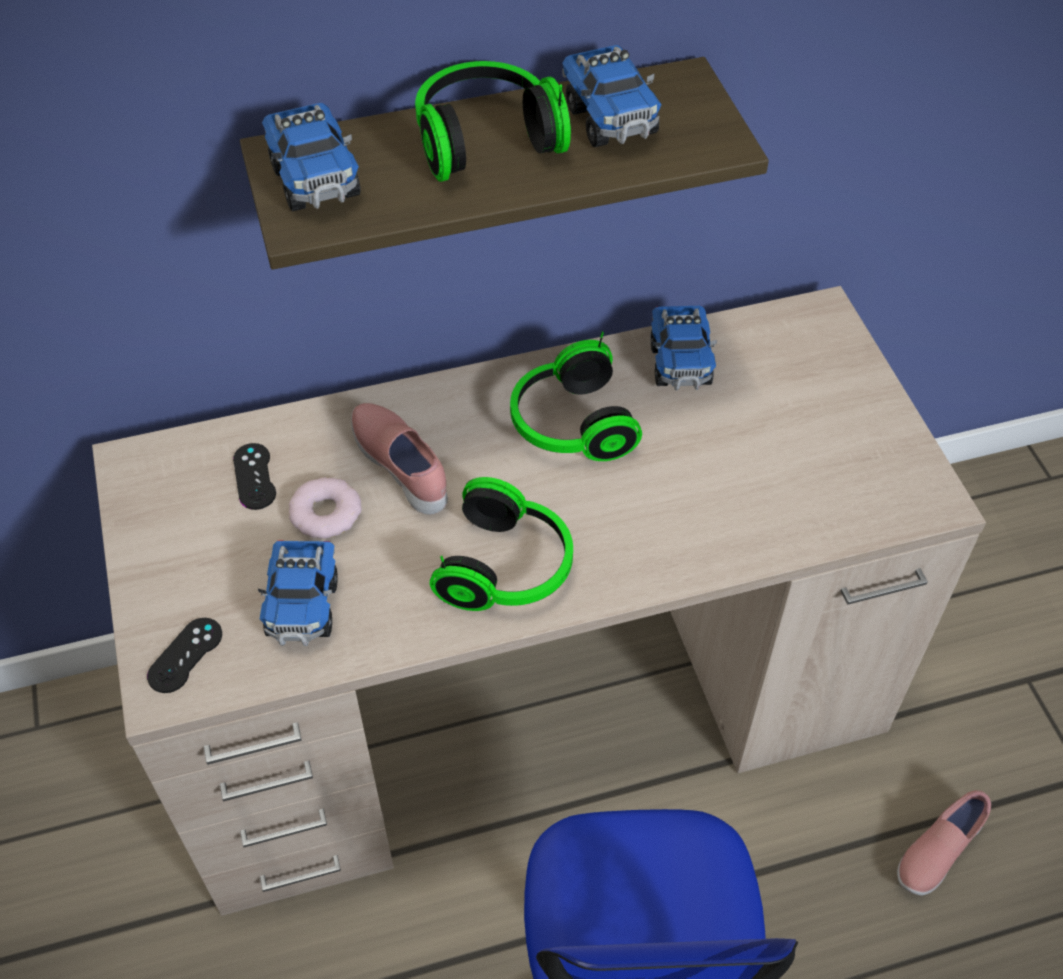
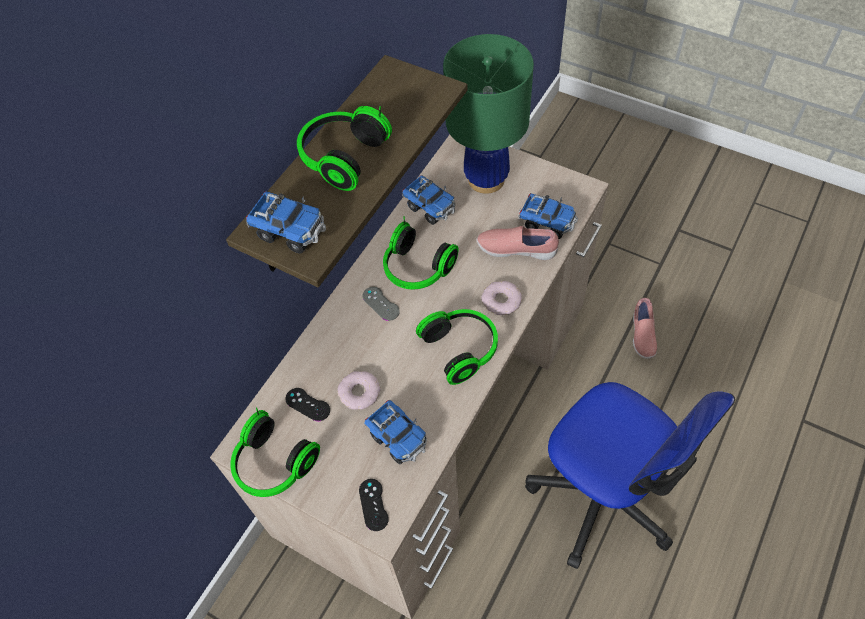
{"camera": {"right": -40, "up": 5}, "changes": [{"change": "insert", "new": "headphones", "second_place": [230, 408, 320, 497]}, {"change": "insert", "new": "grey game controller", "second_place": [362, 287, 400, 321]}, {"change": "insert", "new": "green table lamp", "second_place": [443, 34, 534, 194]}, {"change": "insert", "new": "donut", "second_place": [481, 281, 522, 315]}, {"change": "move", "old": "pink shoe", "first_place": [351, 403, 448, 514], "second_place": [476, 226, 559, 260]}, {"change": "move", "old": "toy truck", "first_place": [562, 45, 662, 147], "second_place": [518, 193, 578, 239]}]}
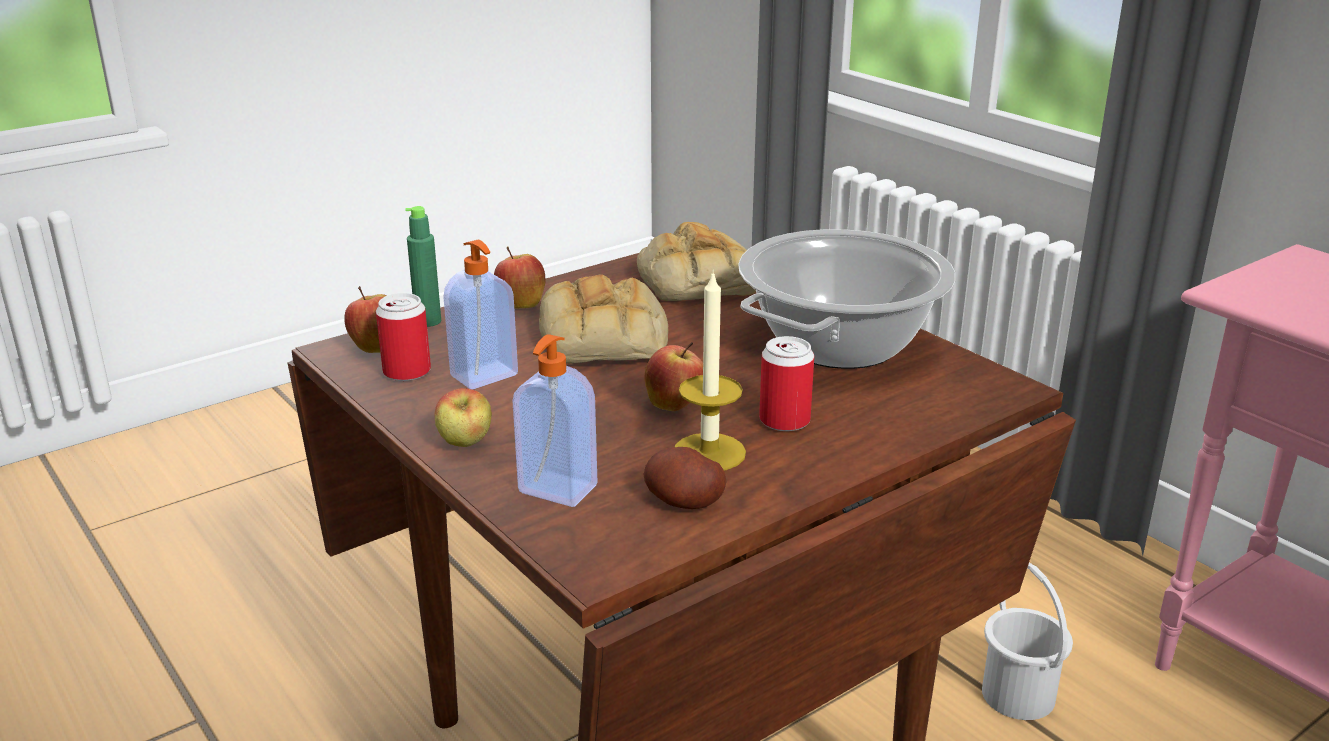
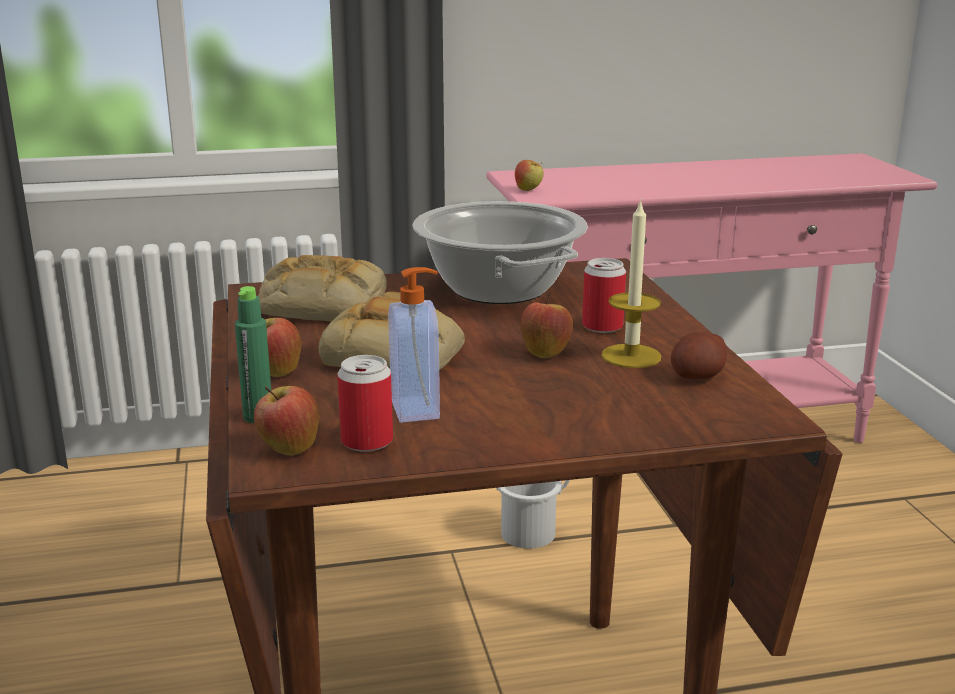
{"camera": {"right": -65, "up": -5}, "changes": [{"change": "delete", "old": "soap dispenser", "first_place": [512, 334, 598, 507]}, {"change": "move", "old": "apple", "first_place": [435, 388, 492, 447], "second_place": [515, 160, 544, 191]}]}
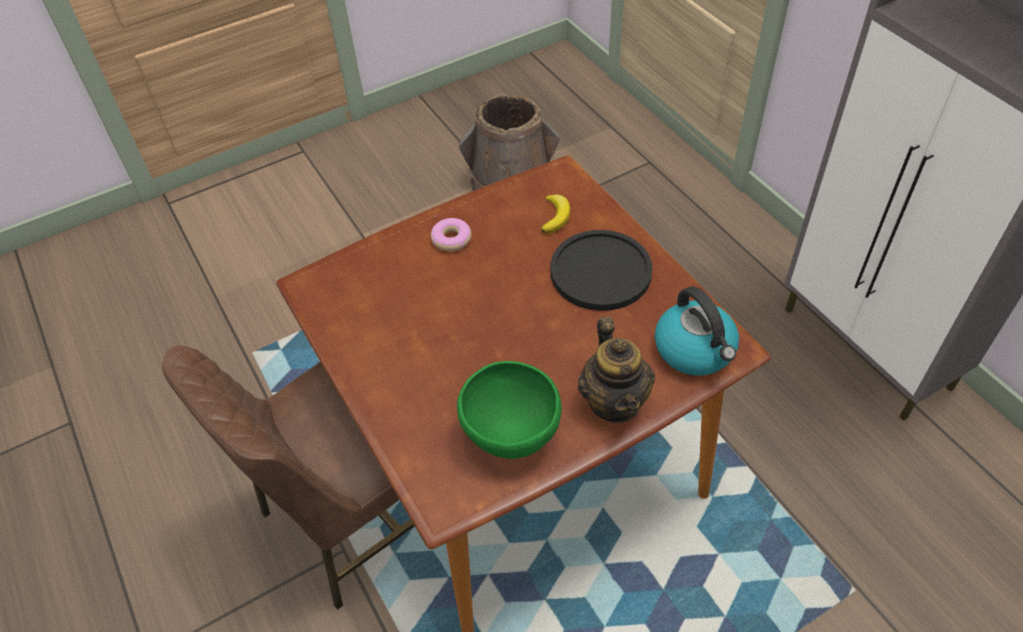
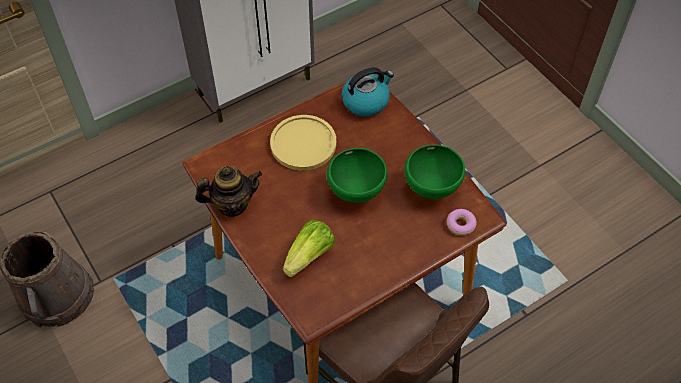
{"camera": {"right": -95, "up": 5}, "changes": [{"change": "delete", "old": "banana", "first_place": [541, 195, 570, 234]}, {"change": "insert", "new": "lettuce", "second_place": [283, 220, 335, 277]}, {"change": "insert", "new": "green bowl", "second_place": [327, 148, 388, 203]}, {"change": "move", "old": "donut", "first_place": [431, 218, 472, 251], "second_place": [447, 209, 477, 236]}, {"change": "move", "old": "teapot", "first_place": [578, 316, 655, 423], "second_place": [195, 166, 262, 217]}, {"change": "recolor", "old": "black plate", "new": "yellow plate", "first_place": [550, 230, 653, 311], "second_place": [270, 115, 336, 171]}]}
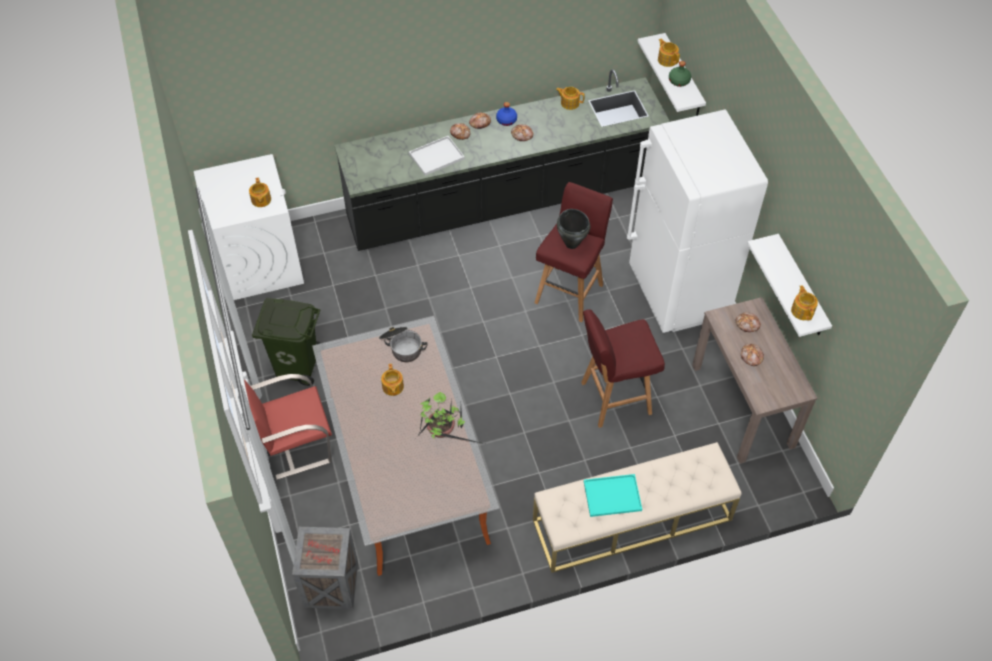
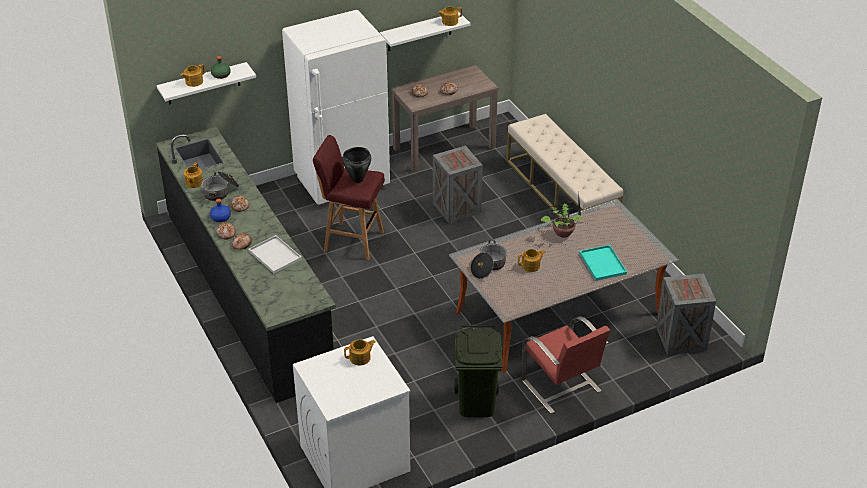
{"camera": {"right": -100, "up": -15}, "changes": [{"change": "insert", "new": "cooking pot", "second_place": [201, 171, 239, 201]}, {"change": "move", "old": "turquoise tray", "first_place": [584, 474, 642, 517], "second_place": [579, 245, 627, 281]}, {"change": "replace", "old": "red stool", "new": "crate", "first_place": [581, 309, 665, 428], "second_place": [433, 146, 483, 223]}]}
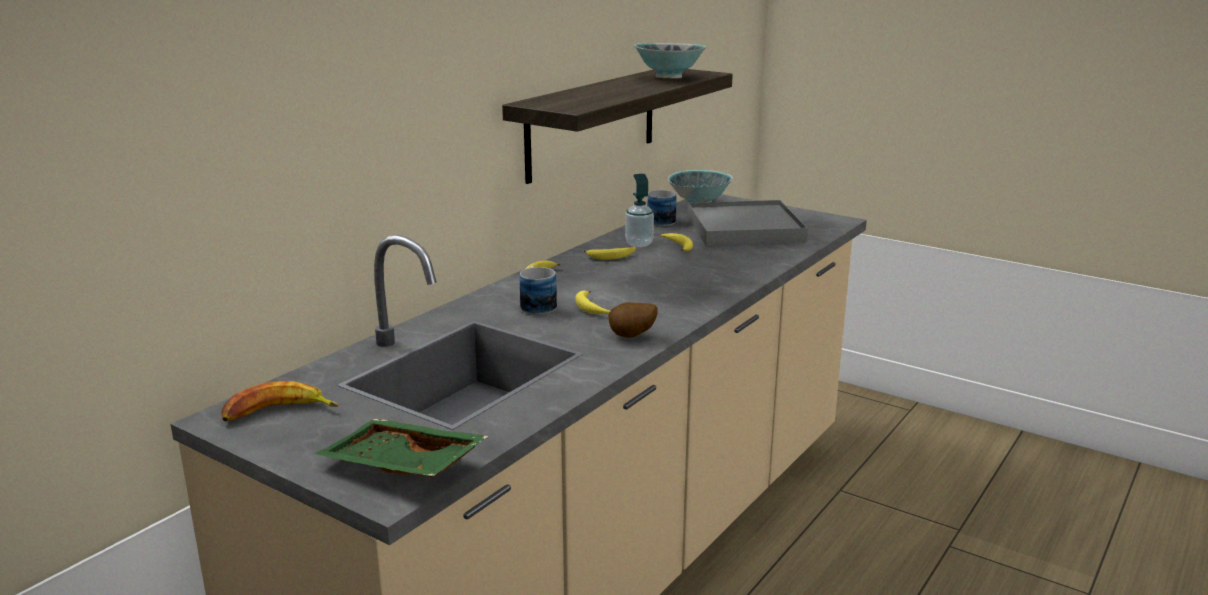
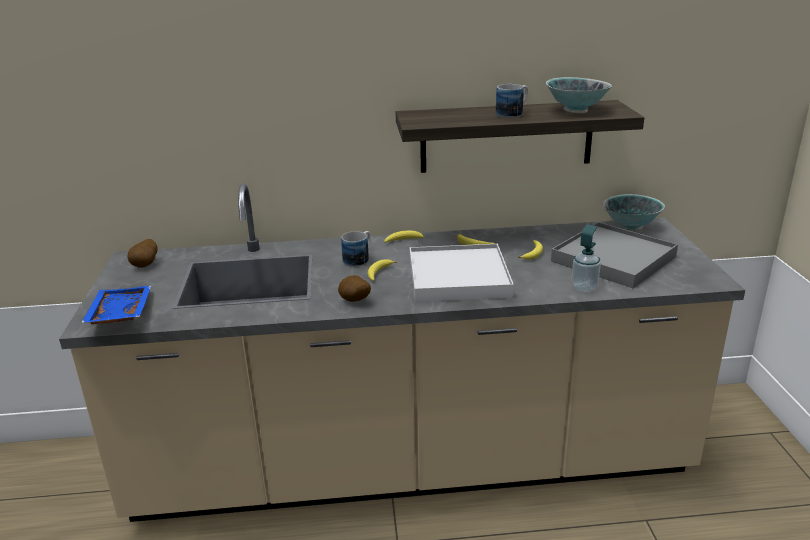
{"camera": {"right": 50, "up": 5}, "changes": [{"change": "insert", "new": "white tray", "second_place": [410, 244, 514, 302]}, {"change": "move", "old": "soap dispenser", "first_place": [625, 174, 654, 247], "second_place": [571, 224, 601, 292]}, {"change": "move", "old": "mug", "first_place": [648, 190, 676, 226], "second_place": [496, 84, 528, 118]}, {"change": "replace", "old": "banana", "new": "potato", "first_place": [221, 381, 338, 421], "second_place": [128, 239, 157, 268]}, {"change": "recolor", "old": "green tray", "new": "blue tray", "first_place": [314, 419, 488, 477], "second_place": [81, 286, 151, 324]}]}
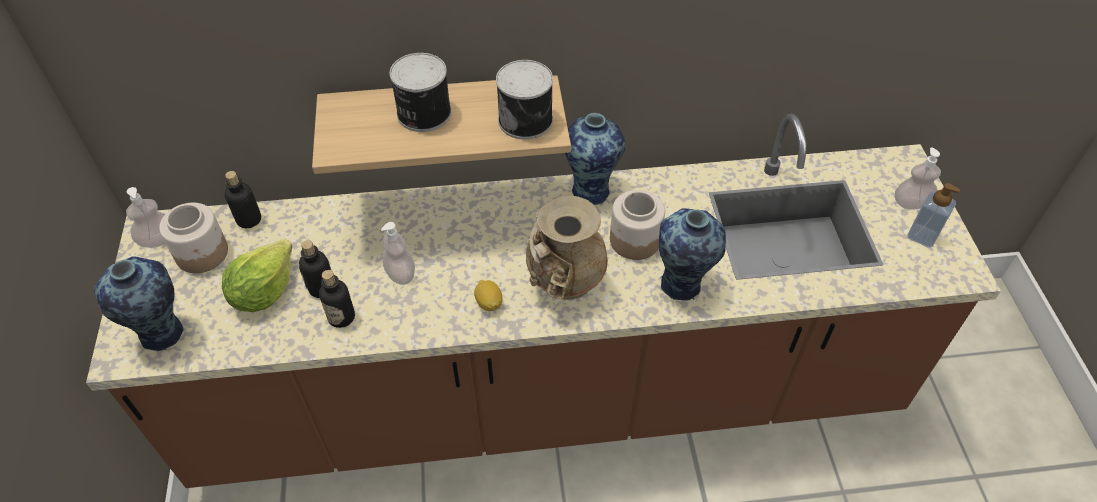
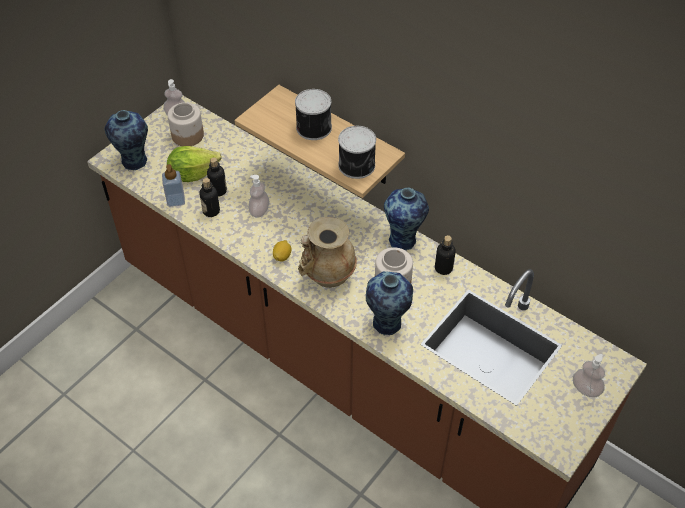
{"camera": {"right": 45, "up": 0}, "changes": [{"change": "move", "old": "bottle", "first_place": [225, 171, 261, 228], "second_place": [435, 235, 456, 275]}, {"change": "move", "old": "soap dispenser", "first_place": [907, 183, 960, 248], "second_place": [162, 164, 185, 207]}]}
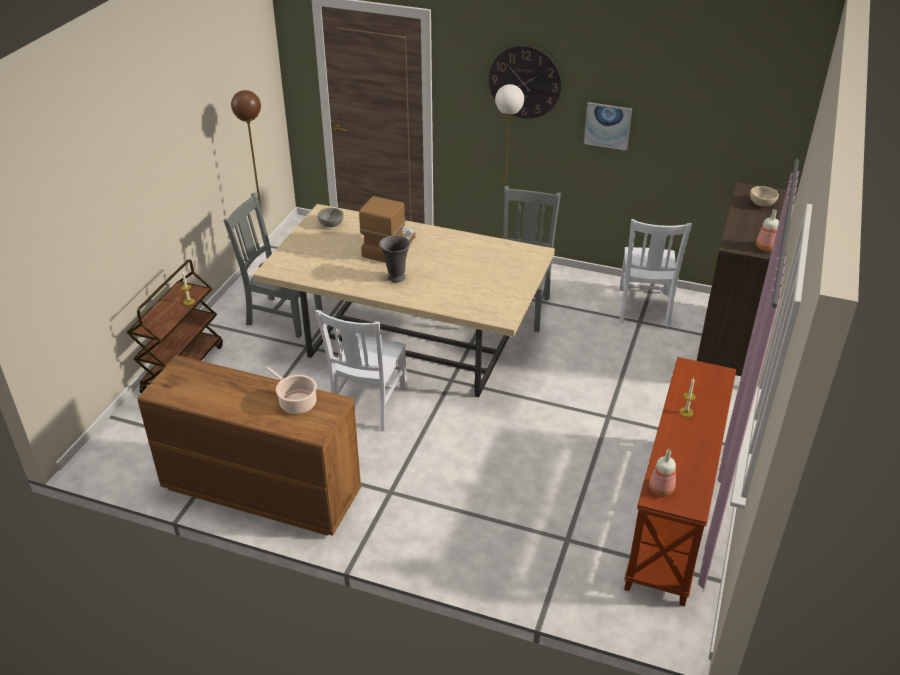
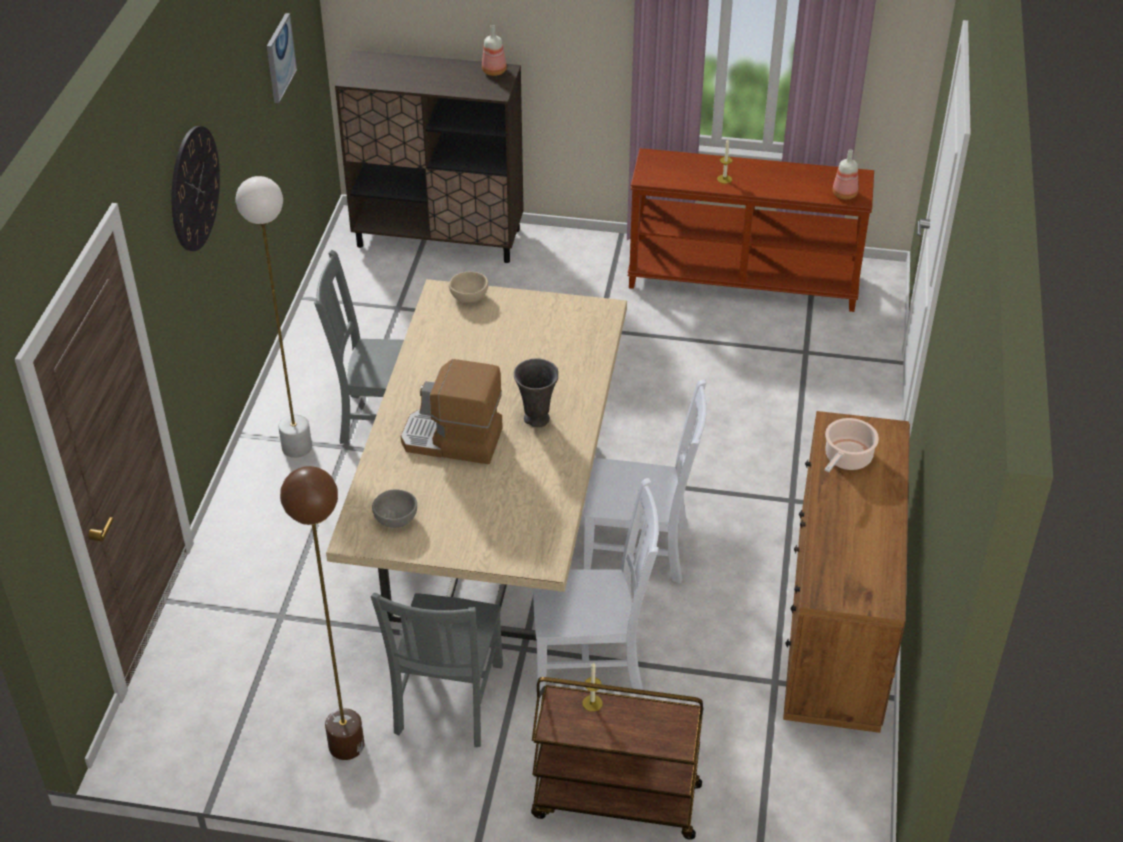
{"camera": {"right": -100, "up": 5}, "changes": [{"change": "move", "old": "picture", "first_place": [584, 102, 632, 151], "second_place": [267, 13, 297, 103]}, {"change": "move", "old": "white chair", "first_place": [619, 219, 692, 327], "second_place": [533, 478, 659, 690]}, {"change": "move", "old": "beige bowl", "first_place": [750, 186, 779, 207], "second_place": [449, 272, 488, 303]}]}
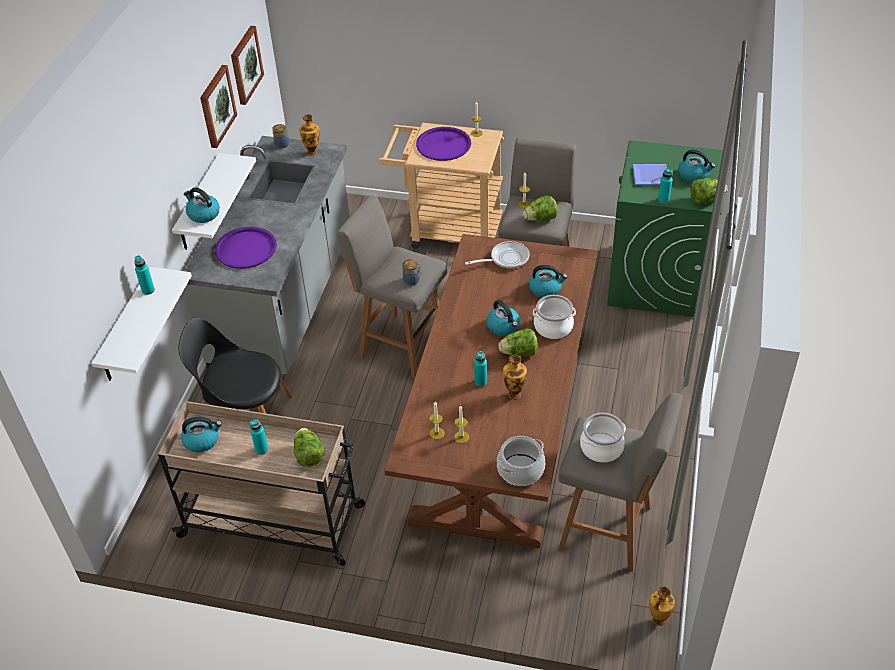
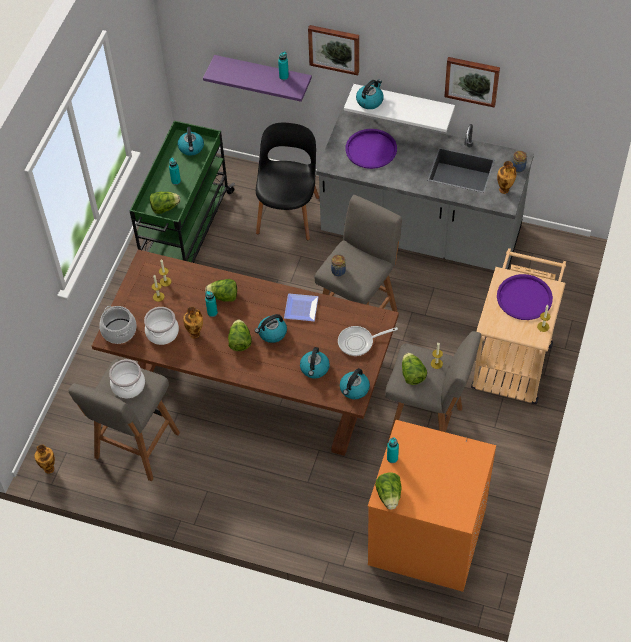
{"camera": {"right": 95, "up": 10}, "changes": [{"change": "insert", "new": "lettuce", "second_place": [205, 279, 237, 302]}, {"change": "move", "old": "picture", "first_place": [231, 26, 264, 105], "second_place": [308, 25, 359, 76]}, {"change": "move", "old": "cooking pot", "first_place": [533, 295, 576, 339], "second_place": [144, 307, 179, 345]}, {"change": "move", "old": "plate", "first_place": [633, 164, 667, 185], "second_place": [284, 294, 318, 321]}, {"change": "move", "old": "kettle", "first_place": [678, 150, 715, 182], "second_place": [340, 368, 370, 399]}, {"change": "recolor", "old": "white shelf", "new": "purple shelf", "first_place": [91, 267, 192, 381], "second_place": [203, 55, 312, 102]}, {"change": "recolor", "old": "beige cart", "new": "green cart", "first_place": [158, 401, 365, 566], "second_place": [130, 121, 235, 263]}, {"change": "recolor", "old": "green washing machine", "new": "orange washing machine", "first_place": [607, 140, 723, 317], "second_place": [368, 420, 496, 592]}, {"change": "rotate", "old": "frying pan", "first_place": [465, 241, 530, 269], "second_place": [338, 326, 398, 356], "degrees": 90}]}
